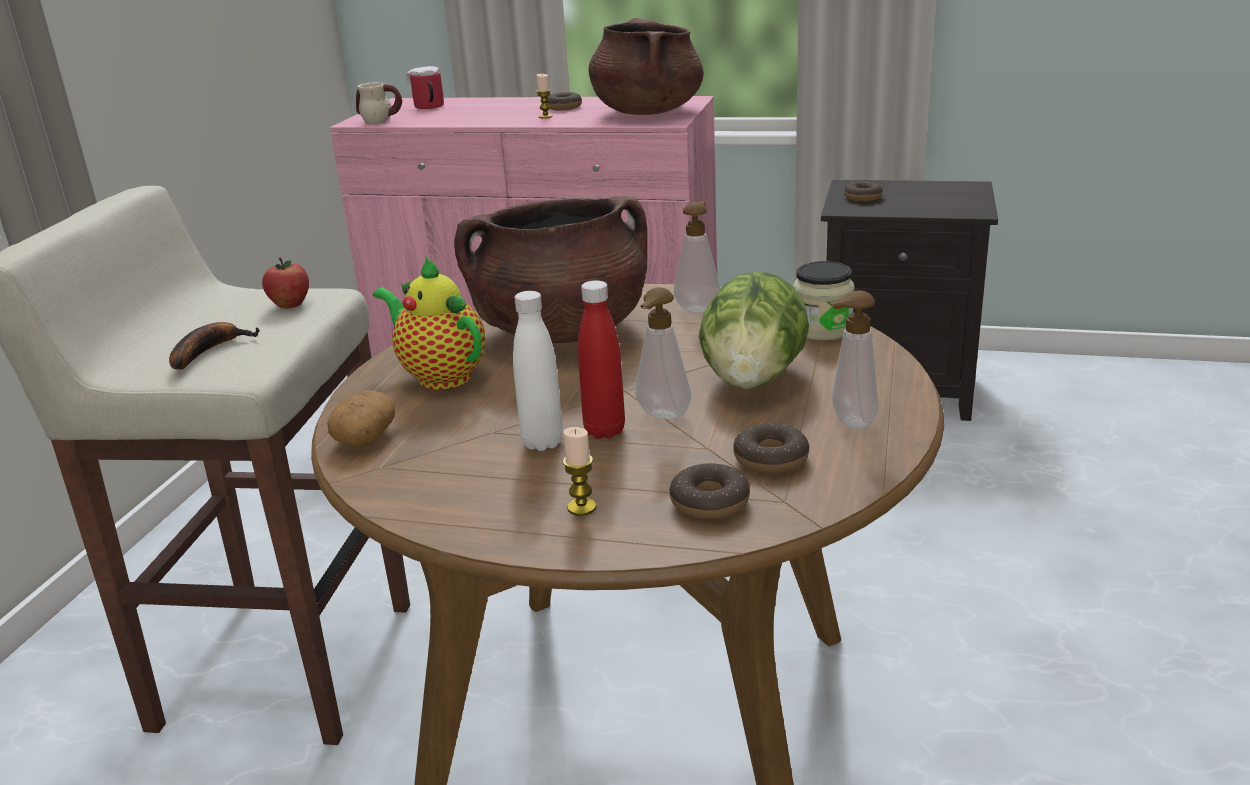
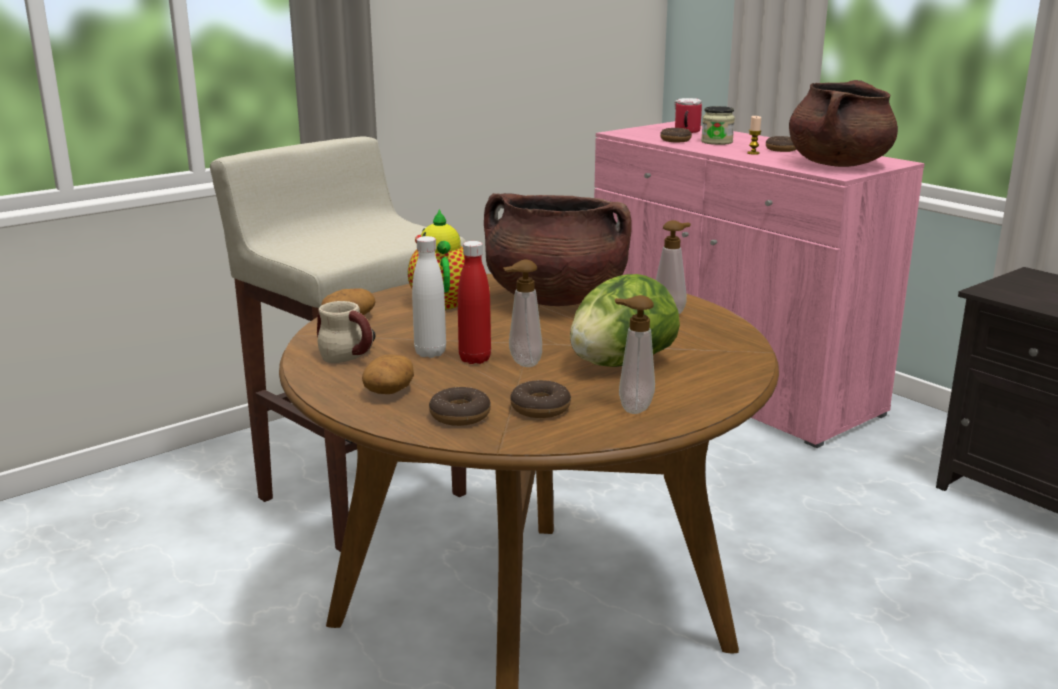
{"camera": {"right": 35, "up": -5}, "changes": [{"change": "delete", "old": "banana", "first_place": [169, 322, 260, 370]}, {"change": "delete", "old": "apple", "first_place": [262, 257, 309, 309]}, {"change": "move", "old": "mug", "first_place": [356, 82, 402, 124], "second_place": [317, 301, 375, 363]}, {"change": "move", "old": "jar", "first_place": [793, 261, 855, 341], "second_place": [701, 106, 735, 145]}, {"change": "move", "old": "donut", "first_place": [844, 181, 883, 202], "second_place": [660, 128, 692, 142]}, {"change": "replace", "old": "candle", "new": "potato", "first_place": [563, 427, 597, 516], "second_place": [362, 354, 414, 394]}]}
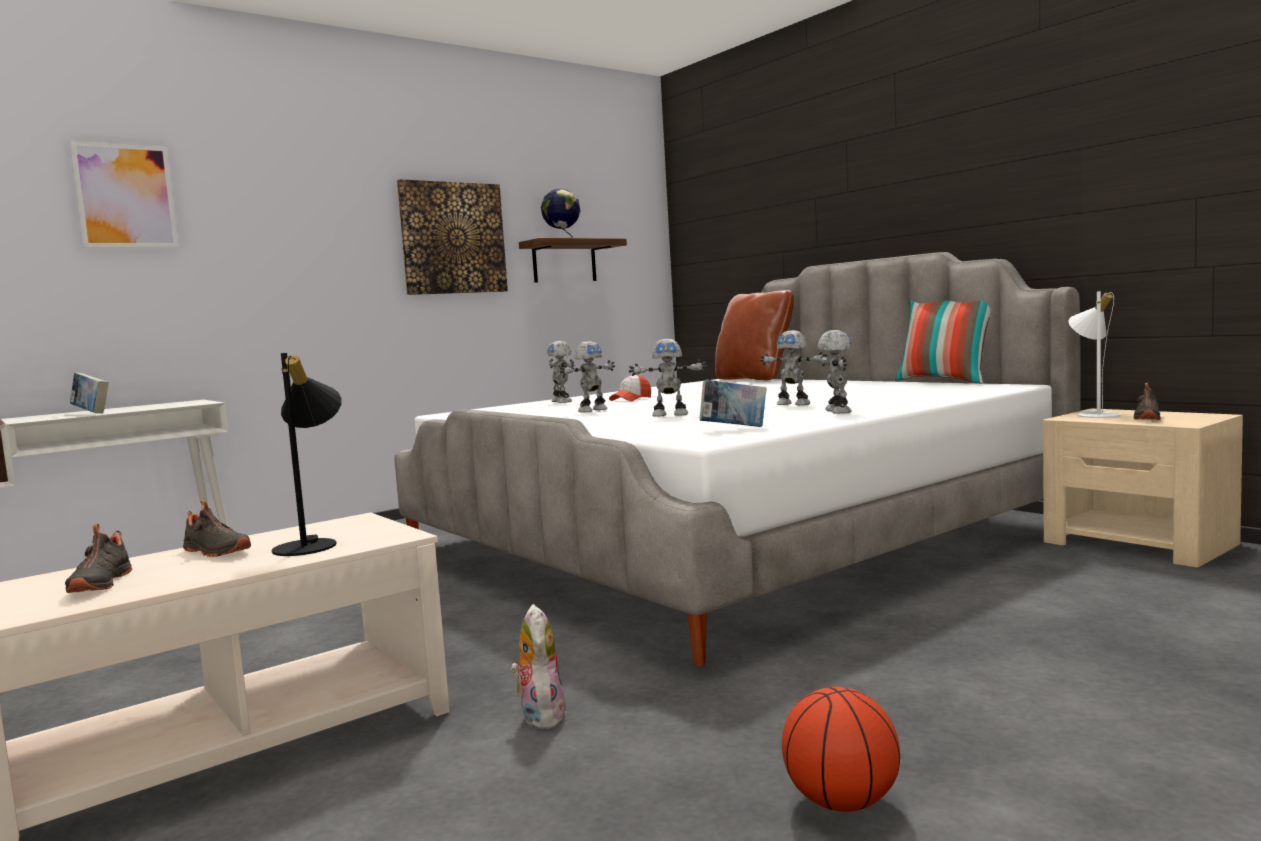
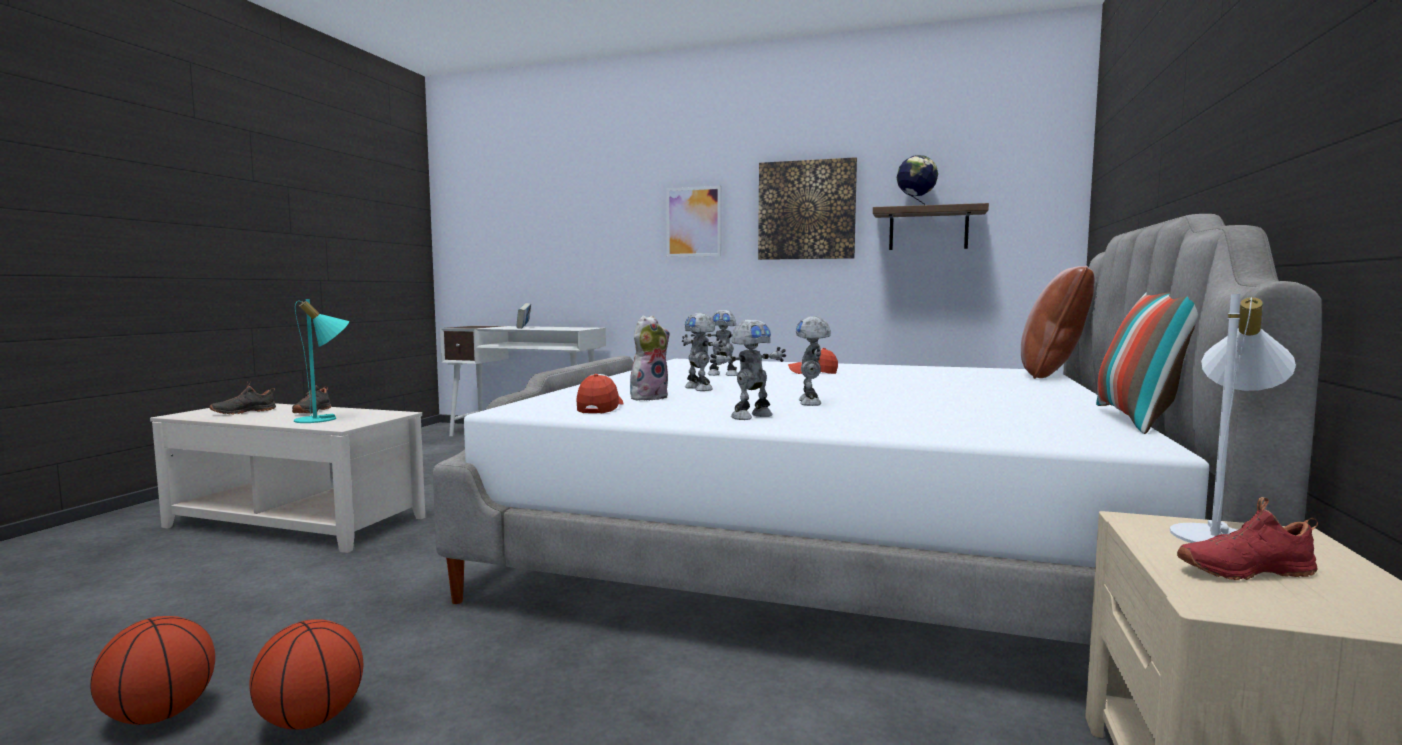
{"camera": {"right": 55, "up": 0}, "changes": [{"change": "delete", "old": "toy robot", "first_place": [547, 341, 575, 403]}, {"change": "insert", "new": "basketball", "second_place": [250, 619, 363, 730]}, {"change": "move", "old": "picture", "first_place": [69, 141, 179, 248], "second_place": [666, 186, 721, 257]}, {"change": "move", "old": "plush toy", "first_place": [510, 604, 567, 729], "second_place": [630, 316, 670, 400]}, {"change": "replace", "old": "book", "new": "cap", "first_place": [700, 379, 767, 427], "second_place": [577, 374, 624, 413]}, {"change": "recolor", "old": "black table lamp", "new": "turquoise table lamp", "first_place": [272, 353, 341, 556], "second_place": [294, 299, 349, 423]}, {"change": "recolor", "old": "black shoe", "new": "red shoe", "first_place": [1133, 383, 1160, 420], "second_place": [1177, 497, 1318, 580]}]}
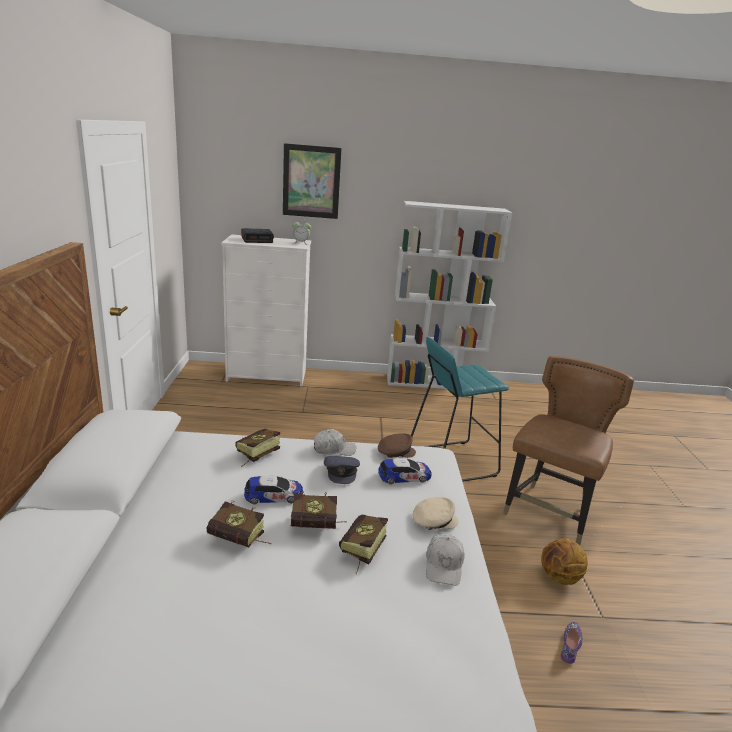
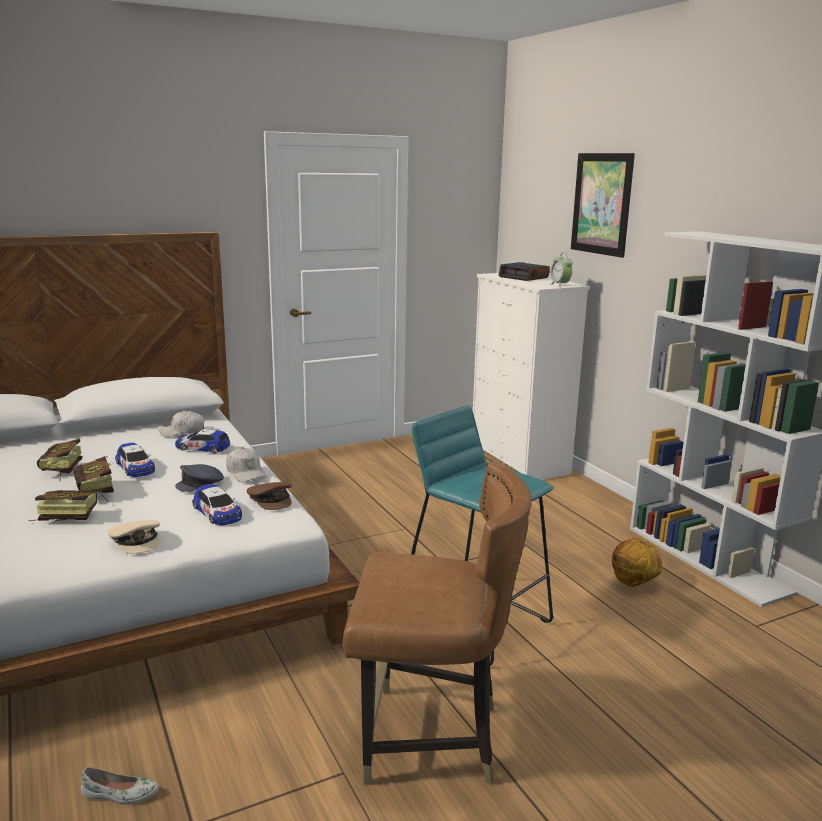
{"camera": {"right": 65, "up": -5}, "changes": [{"change": "move", "old": "white cap", "first_place": [426, 534, 465, 586], "second_place": [159, 411, 204, 437]}, {"change": "move", "old": "basketball", "first_place": [541, 538, 588, 585], "second_place": [612, 538, 662, 587]}, {"change": "replace", "old": "book", "new": "toy car", "first_place": [235, 429, 280, 467], "second_place": [175, 429, 230, 453]}, {"change": "recolor", "old": "purple shoe", "new": "white shoe", "first_place": [561, 622, 583, 664], "second_place": [81, 767, 159, 805]}]}
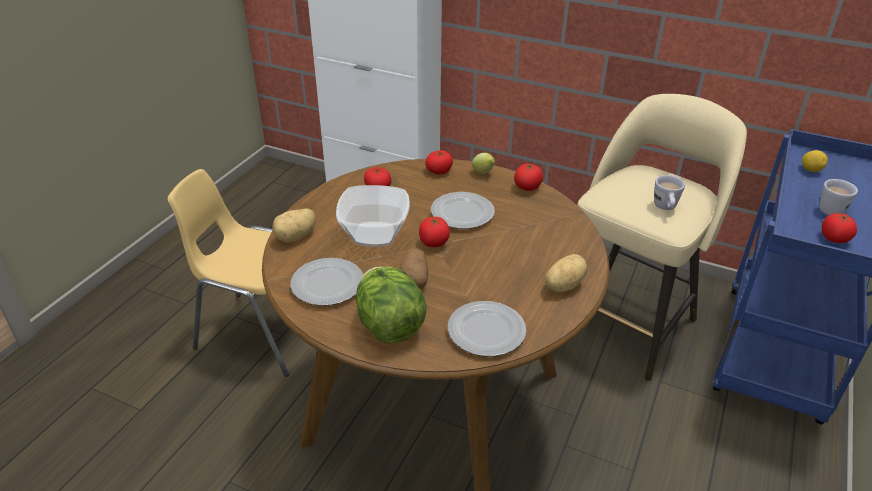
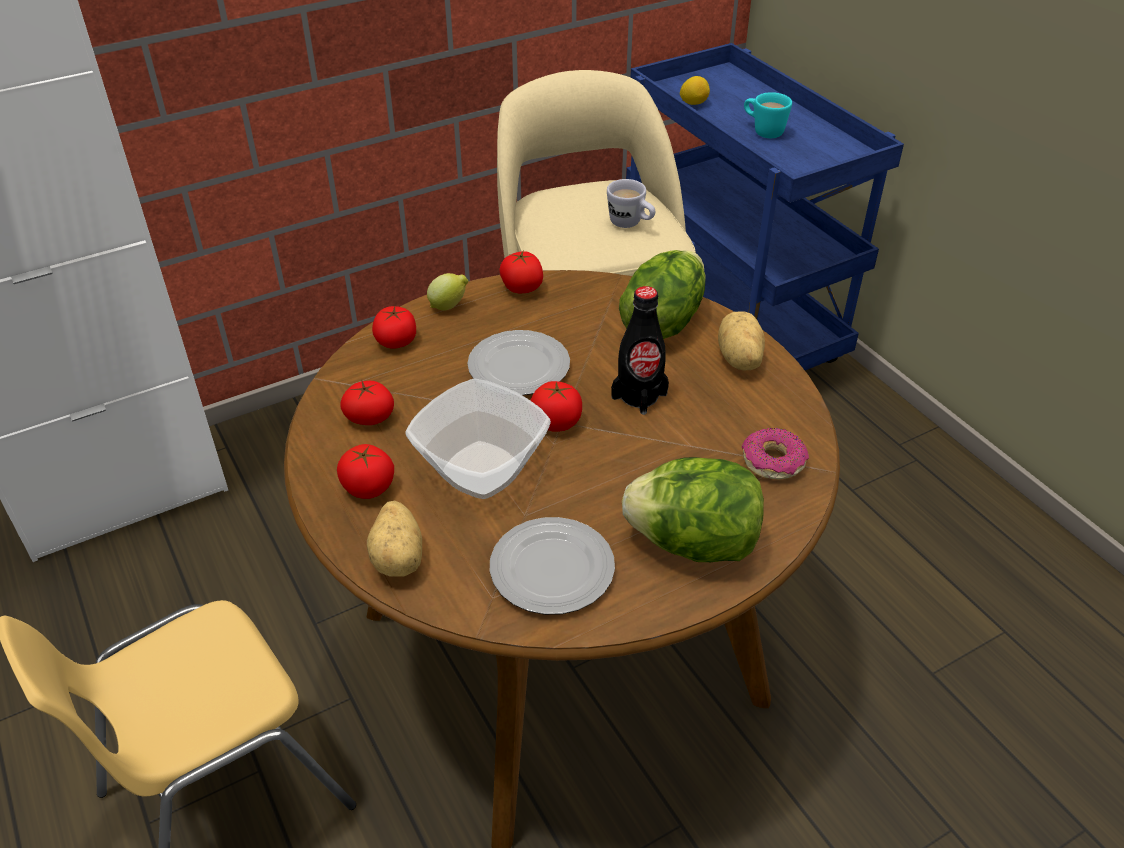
{"camera": {"right": -55, "up": 5}, "changes": [{"change": "delete", "old": "potato", "first_place": [400, 249, 428, 289]}, {"change": "insert", "new": "black bottle", "second_place": [611, 286, 669, 415]}, {"change": "insert", "new": "lettuce", "second_place": [619, 250, 706, 339]}, {"change": "move", "old": "tomato", "first_place": [822, 213, 857, 243], "second_place": [337, 444, 394, 499]}, {"change": "replace", "old": "plate", "new": "donut", "first_place": [448, 301, 526, 356], "second_place": [742, 428, 809, 480]}, {"change": "recolor", "old": "white mug", "new": "turquoise mug", "first_place": [819, 179, 858, 215], "second_place": [744, 92, 792, 138]}]}
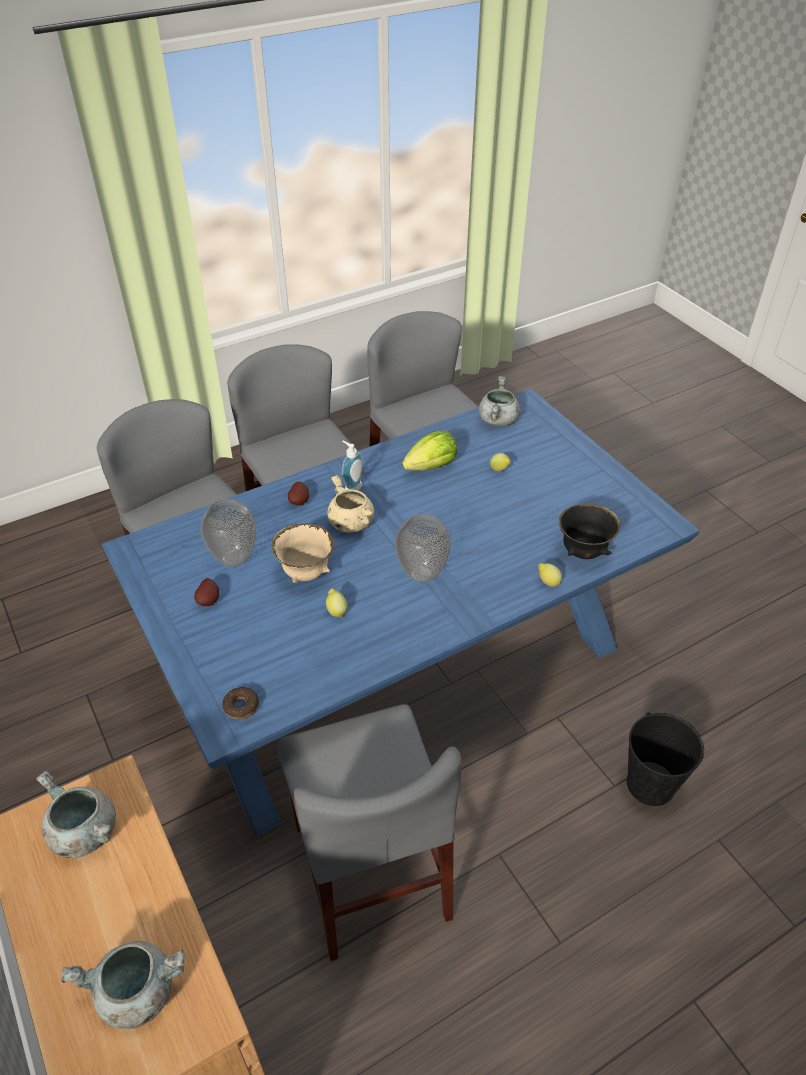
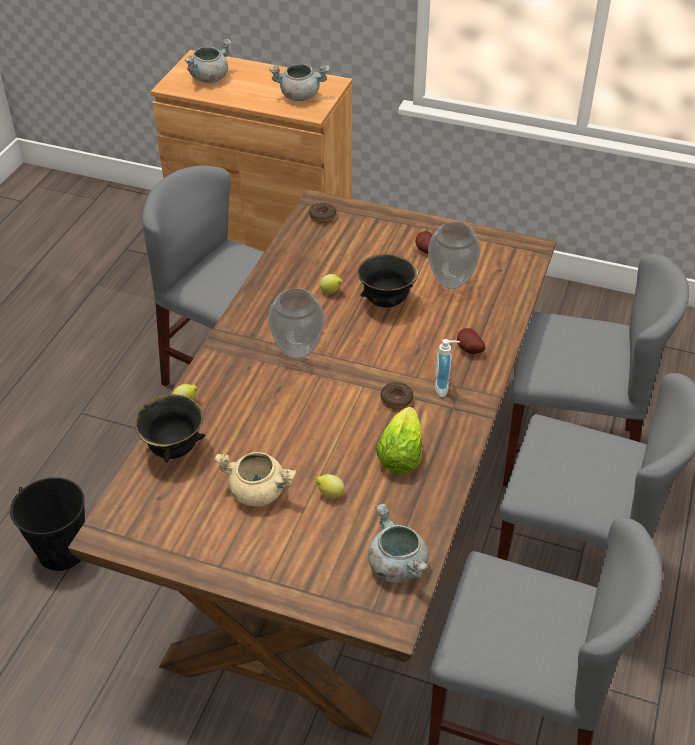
{"camera": {"right": 140, "up": 0}, "changes": [{"change": "insert", "new": "donut", "second_place": [380, 382, 413, 409]}, {"change": "move", "old": "beige cooking pot", "first_place": [327, 475, 374, 533], "second_place": [215, 452, 296, 507]}, {"change": "recolor", "old": "blue dining table", "new": "brown dining table", "first_place": [102, 388, 700, 836], "second_place": [68, 189, 557, 739]}, {"change": "recolor", "old": "beige bowl", "new": "black bowl", "first_place": [272, 523, 334, 583], "second_place": [357, 254, 418, 308]}]}
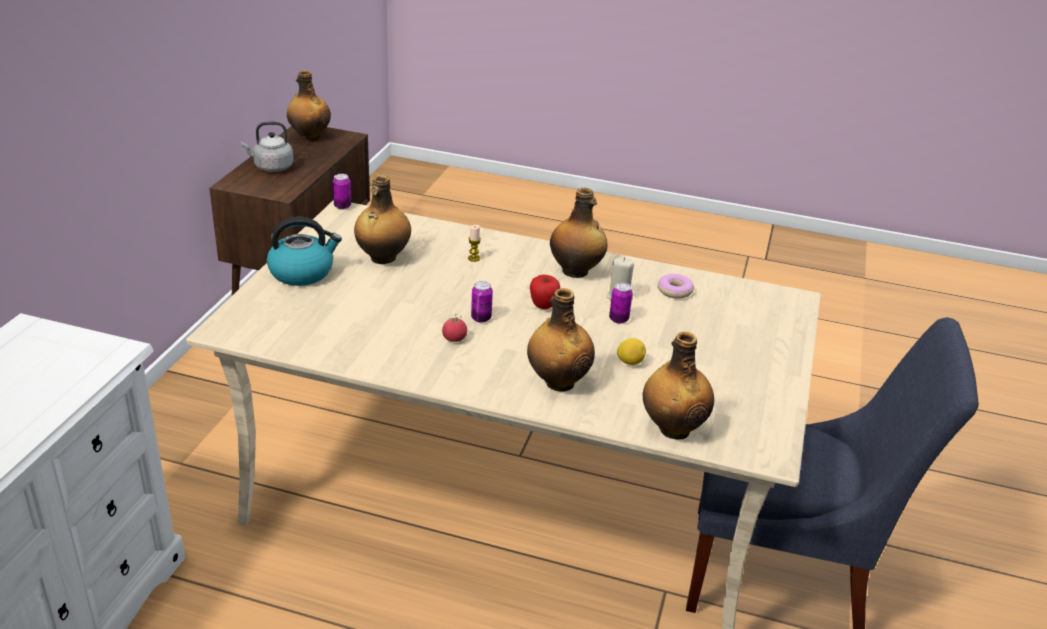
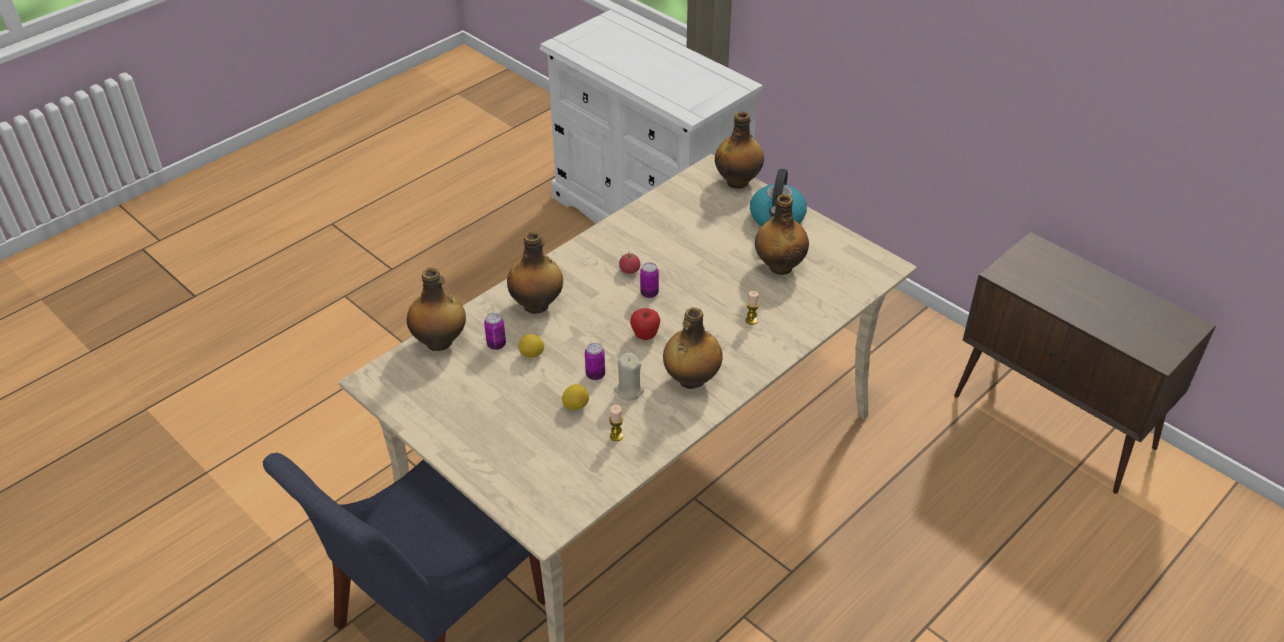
{"camera": {"right": 120, "up": 10}, "changes": [{"change": "delete", "old": "grey kettle", "first_place": [241, 122, 294, 172]}, {"change": "insert", "new": "lemon", "second_place": [562, 384, 589, 410]}, {"change": "move", "old": "bottle", "first_place": [287, 70, 331, 141], "second_place": [715, 111, 764, 189]}, {"change": "move", "old": "can", "first_place": [333, 174, 351, 210], "second_place": [484, 313, 506, 350]}, {"change": "replace", "old": "donut", "new": "candle", "first_place": [658, 274, 694, 299], "second_place": [609, 405, 623, 441]}]}
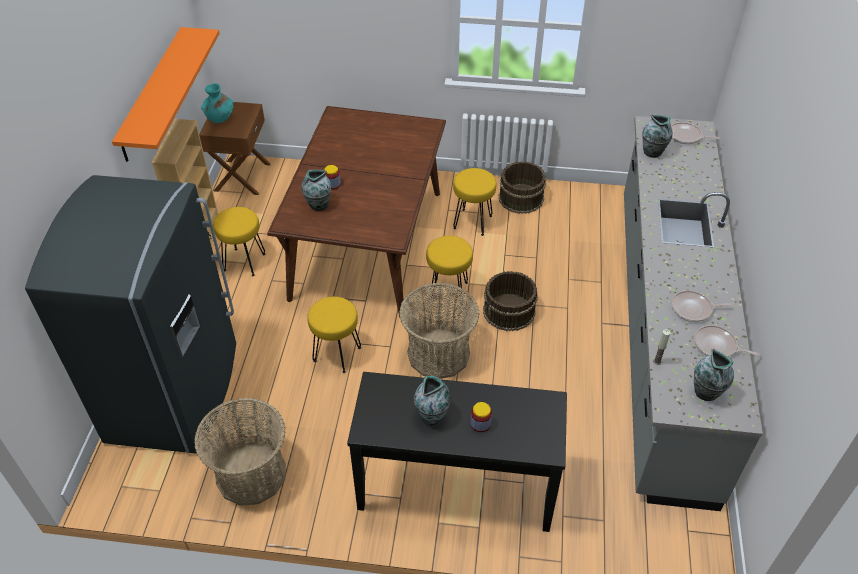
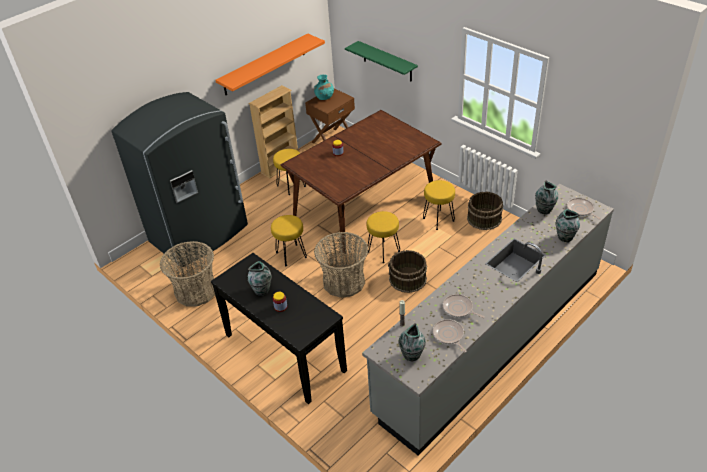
{"camera": {"right": 40, "up": -5}, "changes": [{"change": "insert", "new": "green shelf", "second_place": [345, 41, 418, 82]}, {"change": "move", "old": "vase", "first_place": [301, 169, 332, 211], "second_place": [556, 209, 580, 242]}]}
